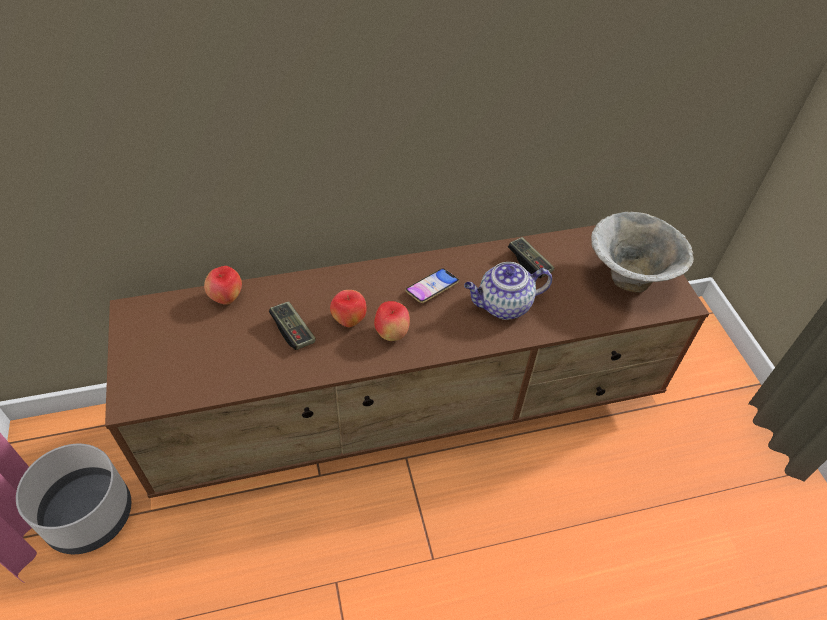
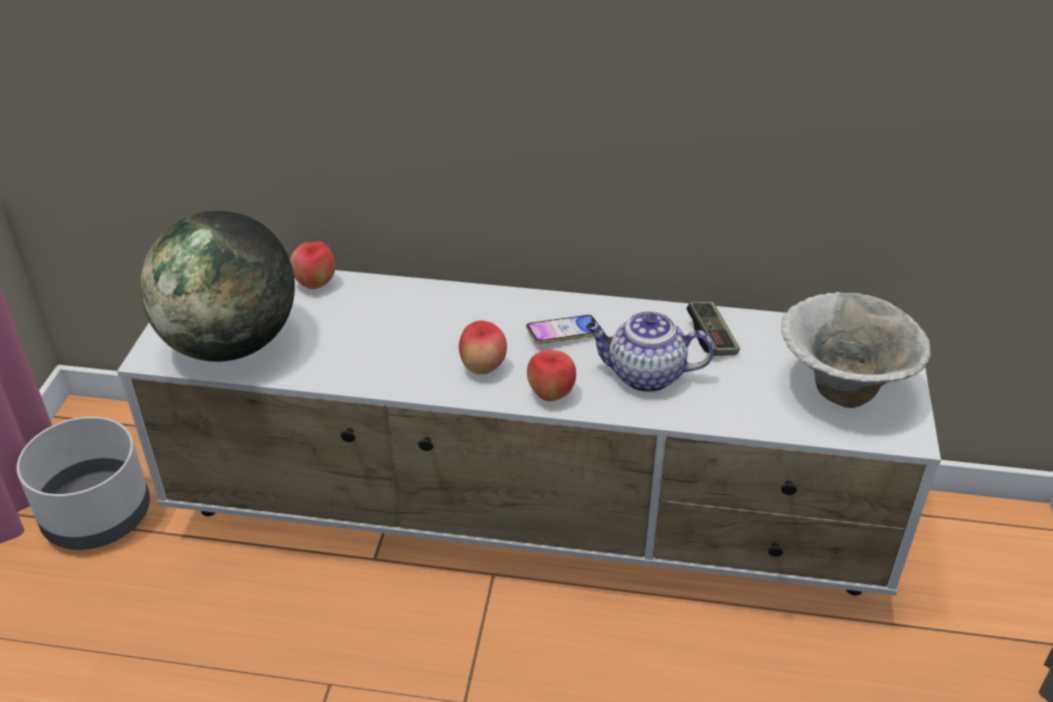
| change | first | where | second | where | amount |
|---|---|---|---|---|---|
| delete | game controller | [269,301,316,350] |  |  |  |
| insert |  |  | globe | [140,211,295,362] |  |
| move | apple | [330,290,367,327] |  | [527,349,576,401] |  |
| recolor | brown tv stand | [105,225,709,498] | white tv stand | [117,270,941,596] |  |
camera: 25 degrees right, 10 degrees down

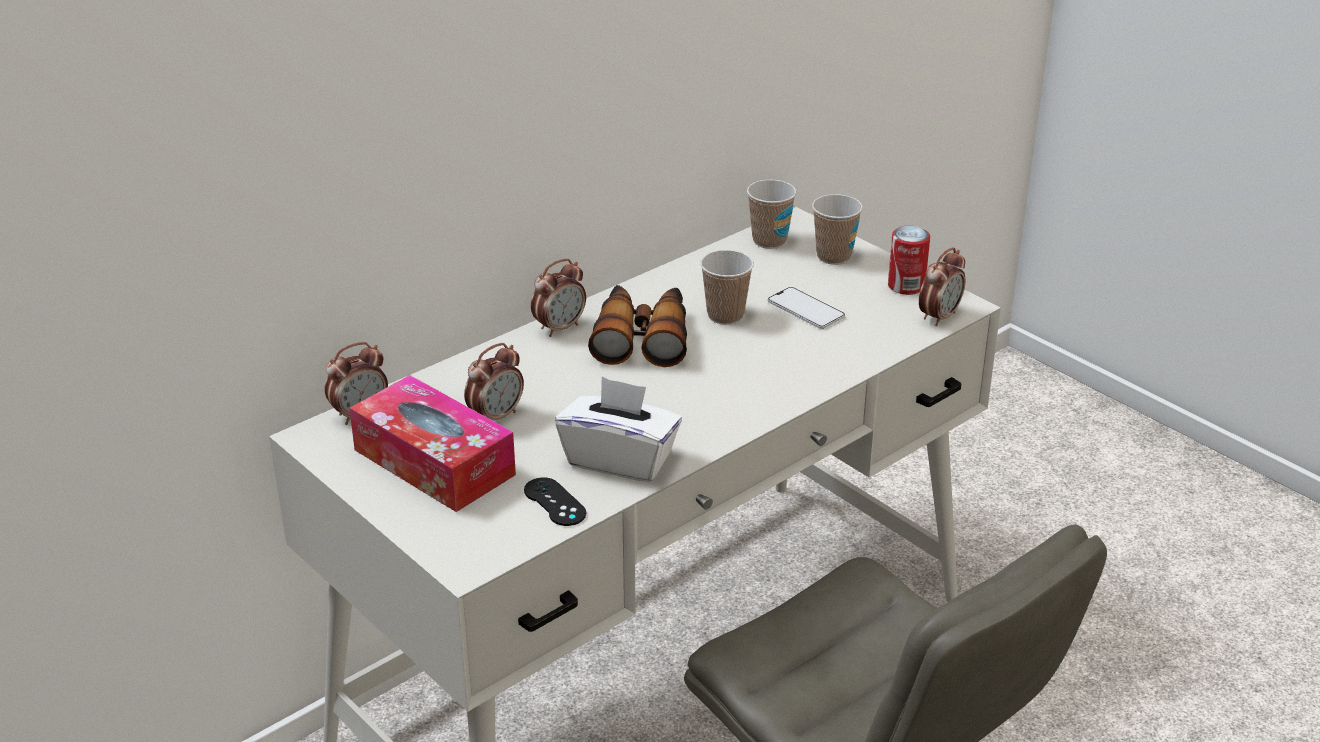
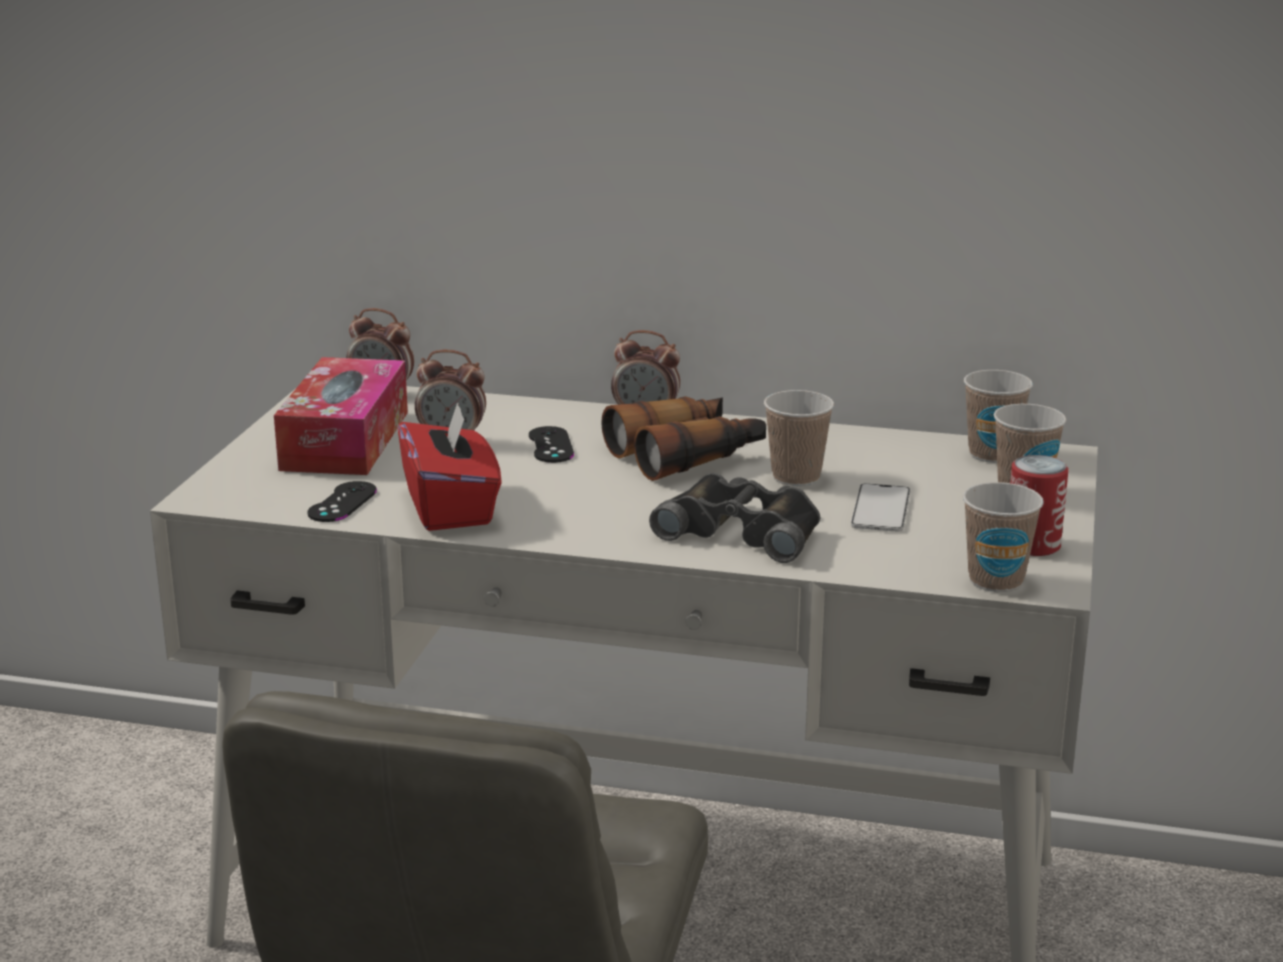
| change | first | where | second | where | amount |
|---|---|---|---|---|---|
| insert |  |  | black game controller | [529,426,574,463] |  |
| insert |  |  | black binoculars | [649,473,820,563] |  |
| replace | alarm clock | [919,247,965,326] | cup | [963,482,1044,592] |  |
| recolor | white tissue box | [555,376,682,482] | red tissue box | [398,400,502,531] |  |
camera: 55 degrees right, 10 degrees down

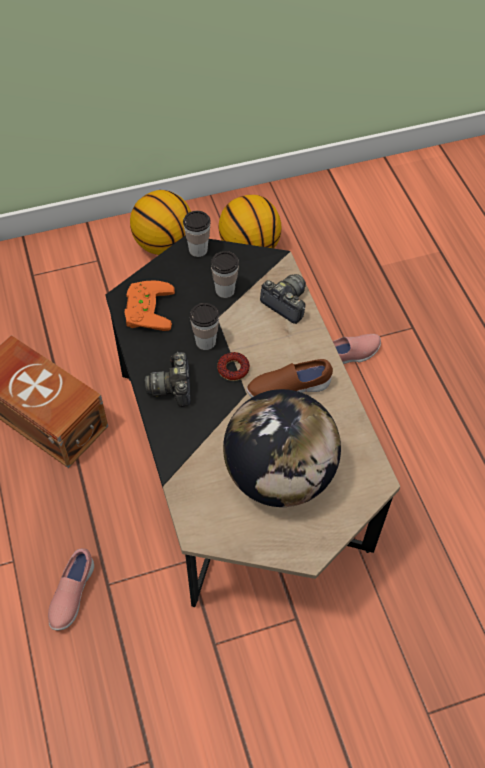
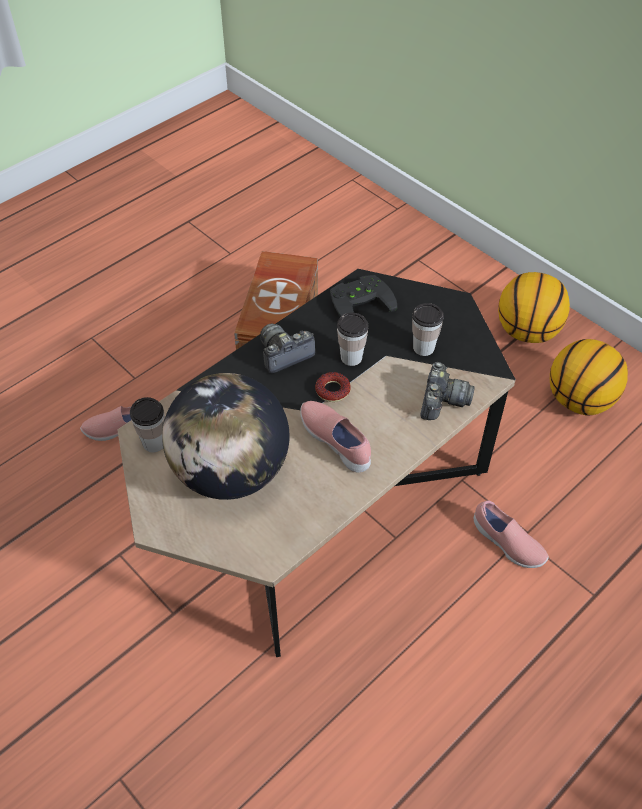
| change | first | where | second | where | amount |
|---|---|---|---|---|---|
| move | cup | [183,211,211,257] |  | [130,397,165,452] |  |
| recolor | orange game controller | [125,280,175,331] | black game controller | [330,275,397,317] |  |
| recolor | brown shoe | [246,359,333,398] | pink shoe | [300,401,371,473] |  |
camera: 65 degrees right, 5 degrees down

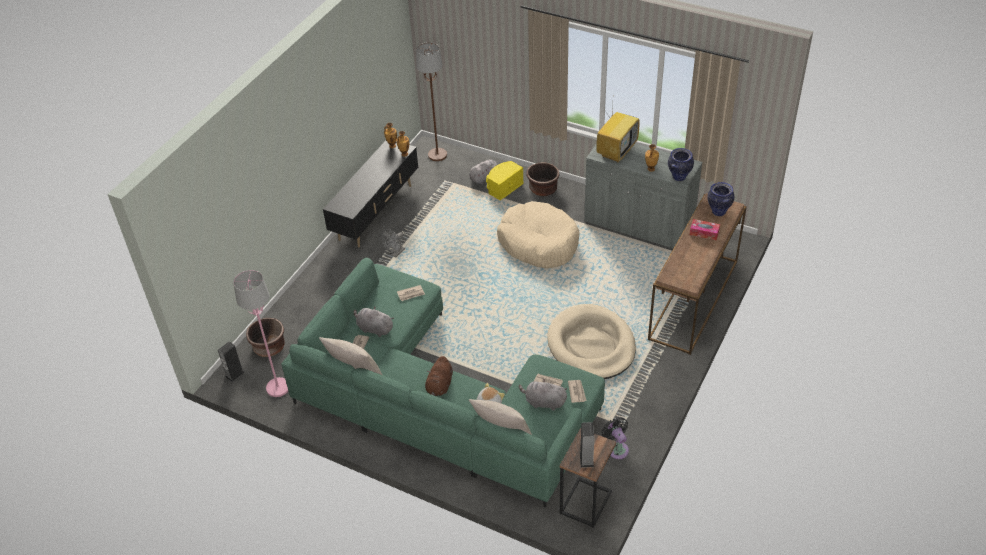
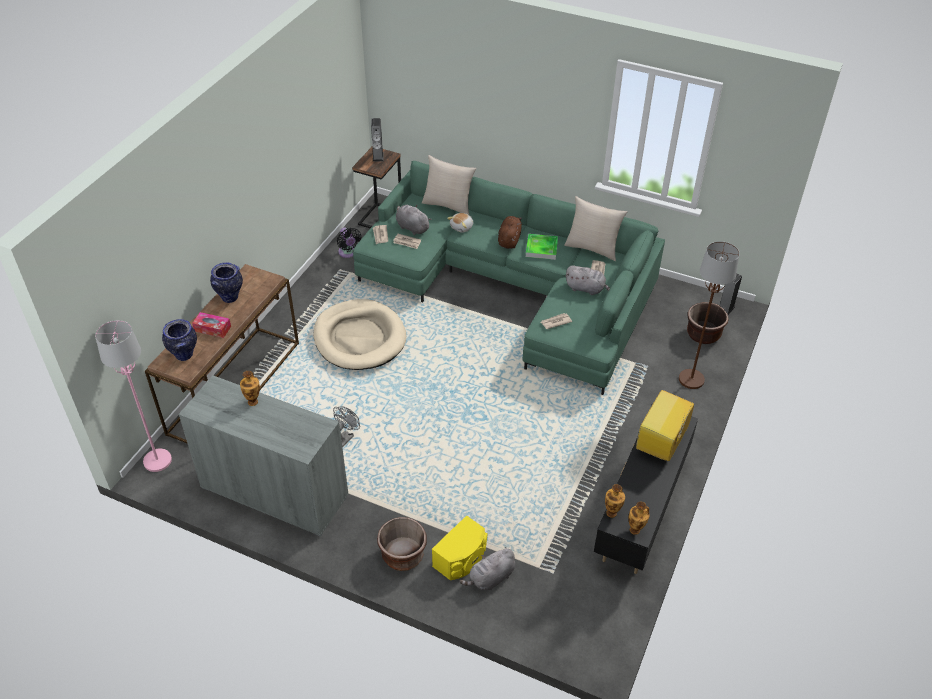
| change | first | where | second | where | amount |
|---|---|---|---|---|---|
| delete | beige dog bed | [497,201,580,268] |  |  |  |
| insert |  |  | tray | [526,234,558,260] |  |
| move | pink floor lamp | [233,270,288,397] |  | [95,320,172,472] |  |
| move | grey fan | [381,229,405,257] |  | [333,406,360,448] |  |
| move | brown floor lamp | [416,42,447,161] |  | [679,241,739,389] |  |
| move | television | [596,105,640,162] |  | [636,390,694,461] |  |
| move | vase | [668,148,694,181] |  | [210,263,243,303] |  |
| rotate | grey plush toy | [519,379,567,411] |  | [396,205,431,235] | 150 degrees counterclockwise |
camera: 175 degrees right, 0 degrees up

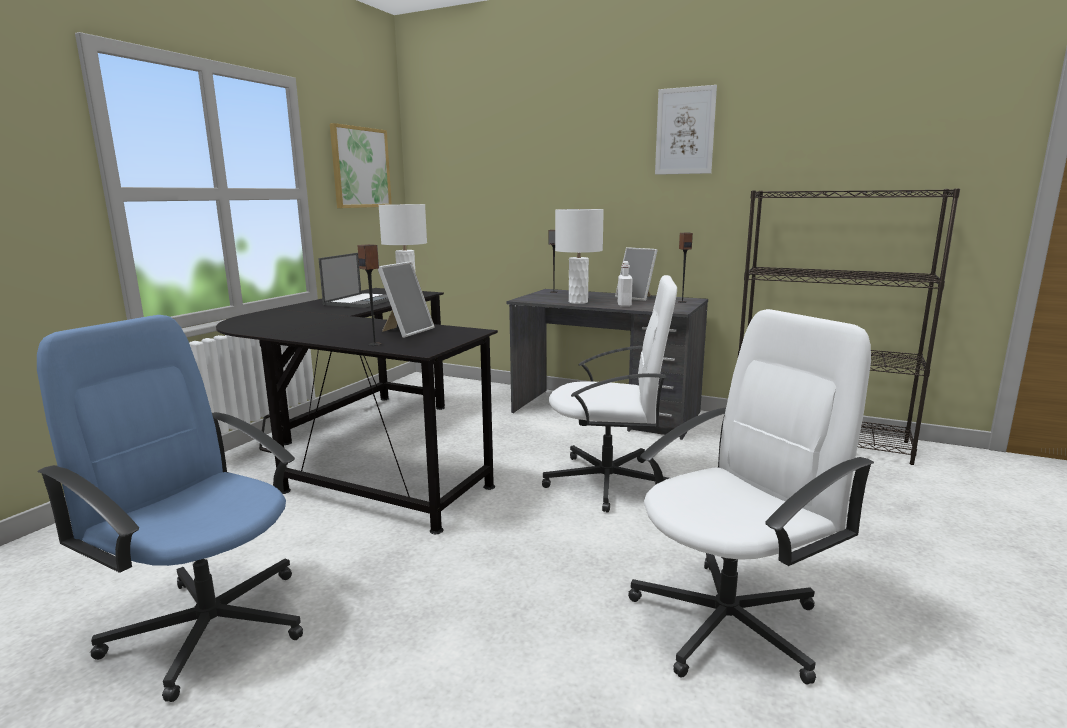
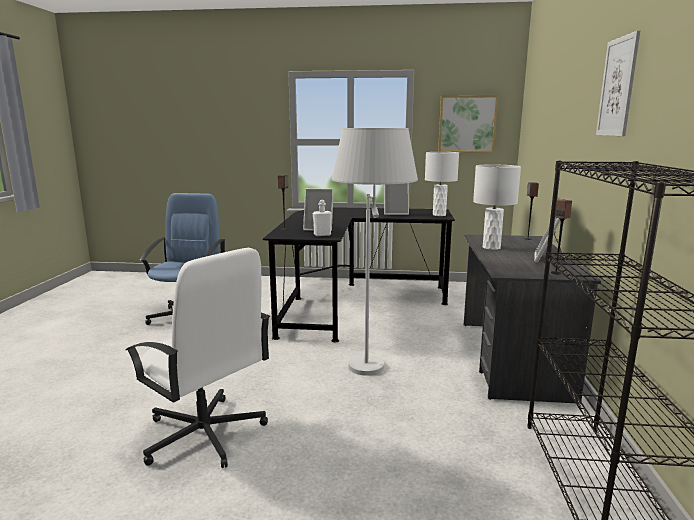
| change | first | where | second | where | amount |
|---|---|---|---|---|---|
| move | white bottle | [618,261,633,306] |  | [313,200,332,236] |  |
| replace | laptop | [318,253,389,308] | picture frame | [384,183,409,215] |  |
| replace | white office chair | [542,275,677,513] | white floor lamp | [332,128,418,376] |  |
camera: 70 degrees right, 0 degrees up

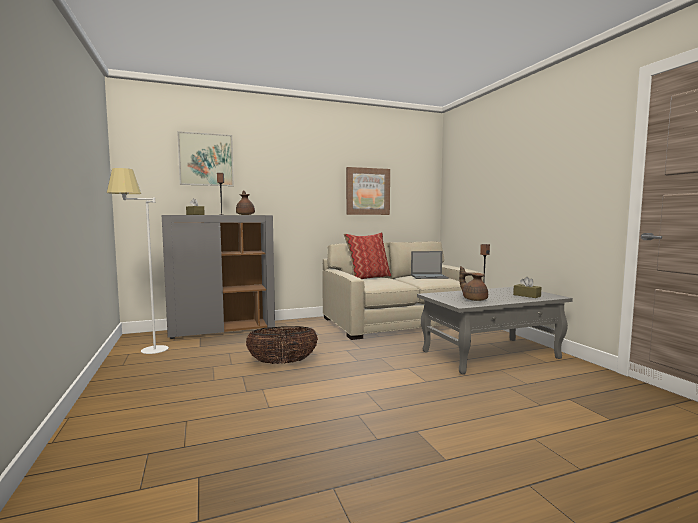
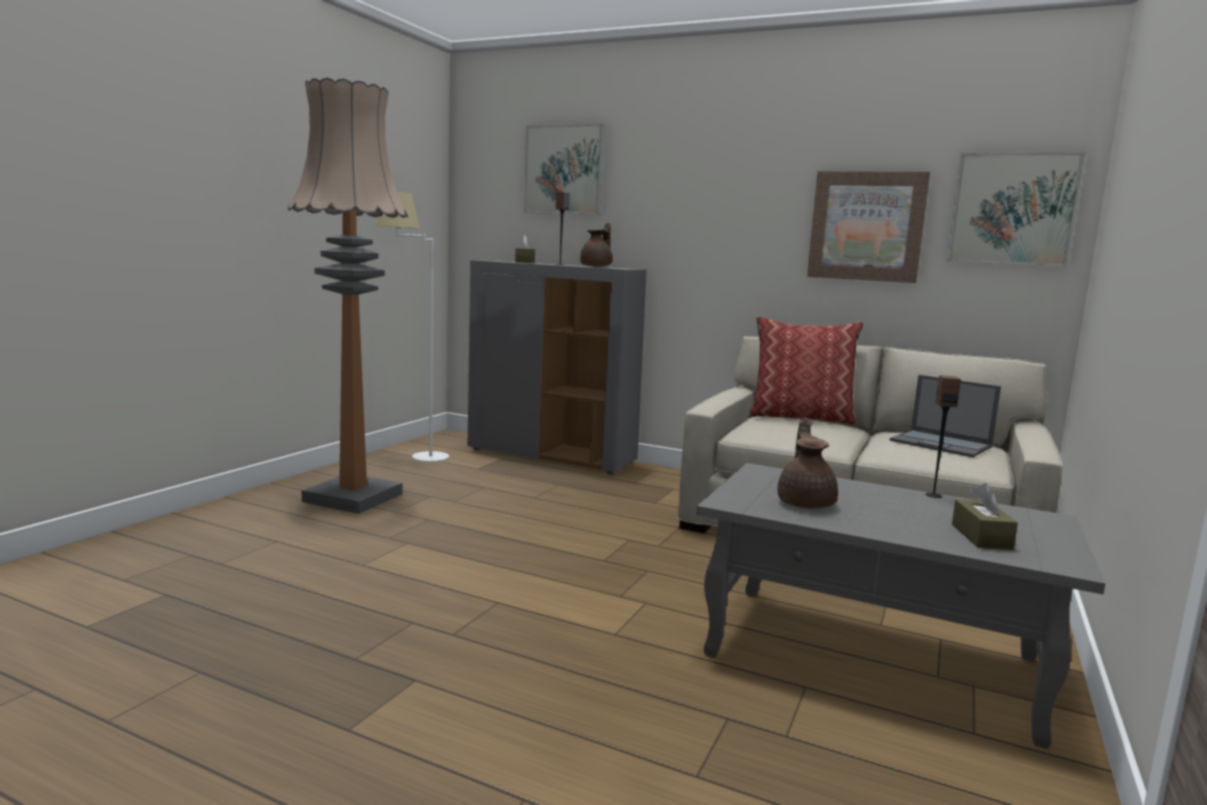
| change | first | where | second | where | amount |
|---|---|---|---|---|---|
| delete | basket | [246,326,318,364] |  |  |  |
| insert |  |  | floor lamp | [288,78,408,514] |  |
| insert |  |  | picture | [947,152,1086,267] |  |
camera: 45 degrees right, 5 degrees up

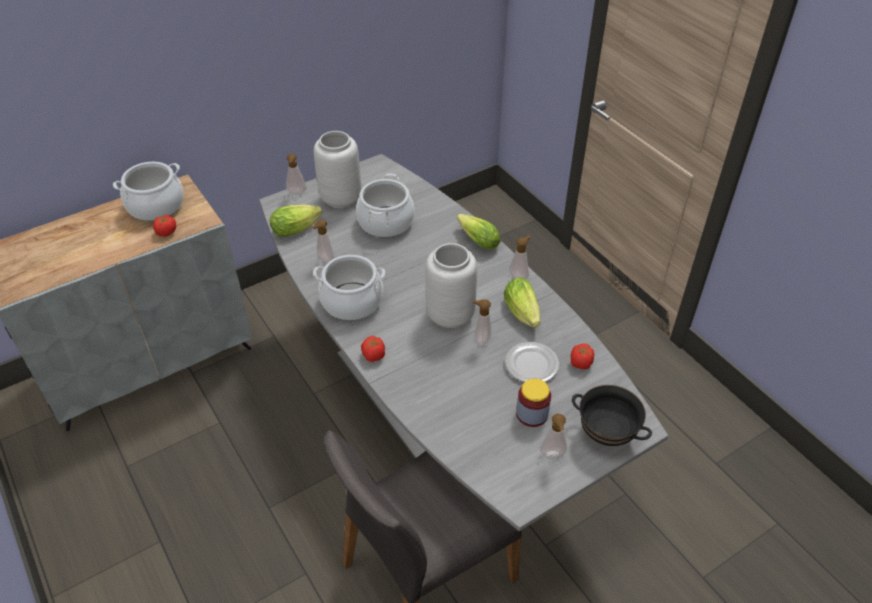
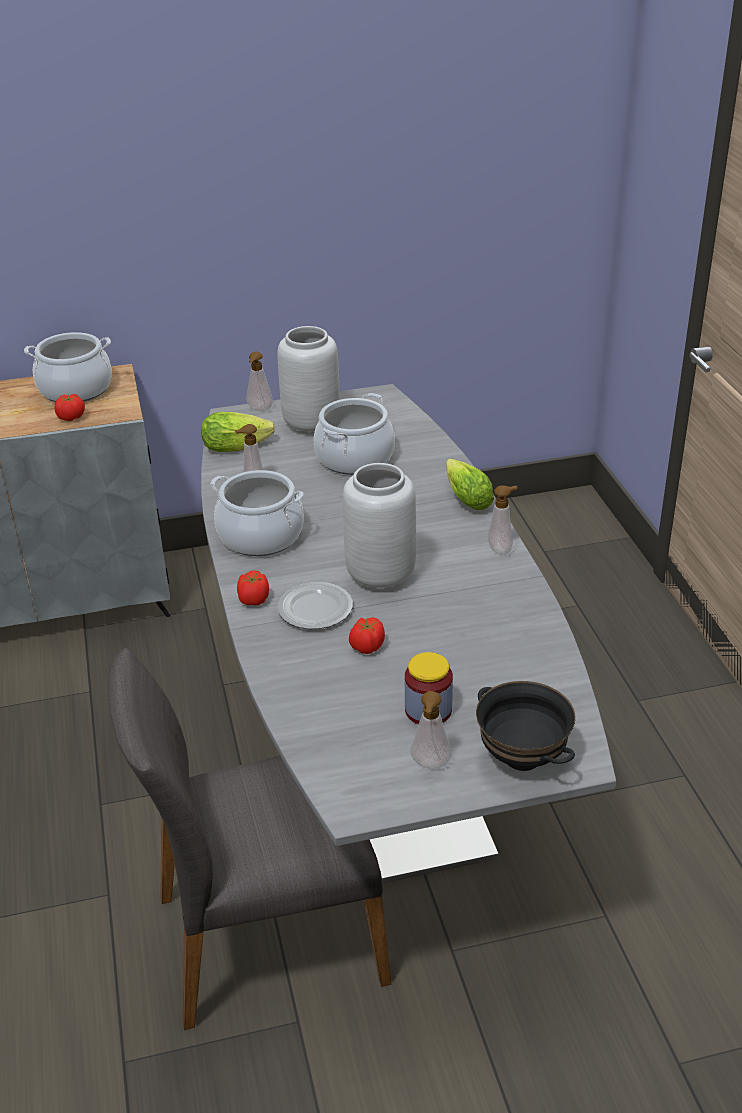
| change | first | where | second | where | amount |
|---|---|---|---|---|---|
| delete | soap dispenser | [473,300,492,345] |  |  |  |
| delete | lettuce | [504,277,540,328] |  |  |  |
| move | plate | [505,342,559,382] |  | [277,582,353,629] |  |
| move | tomato | [570,344,594,369] |  | [349,617,385,654] |  |
camera: 20 degrees right, 10 degrees down

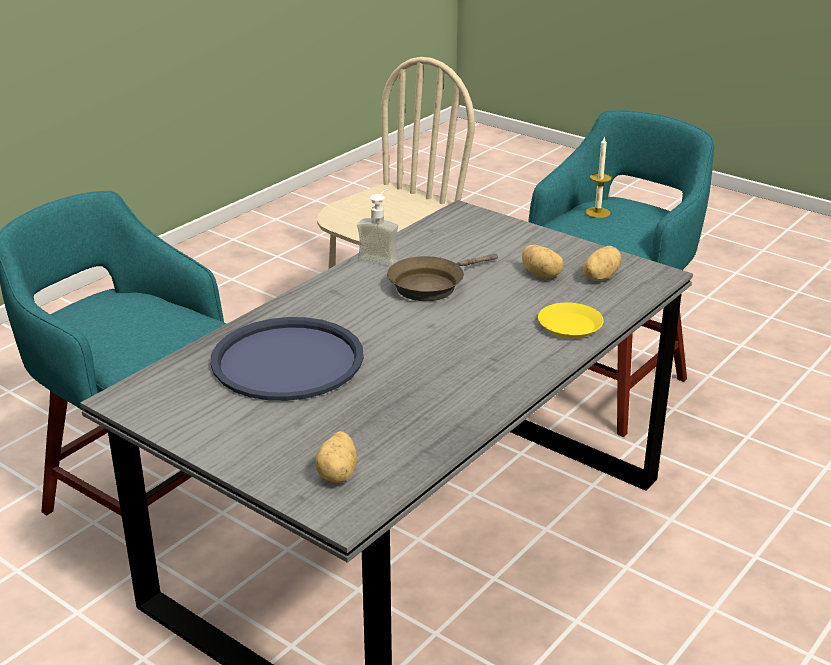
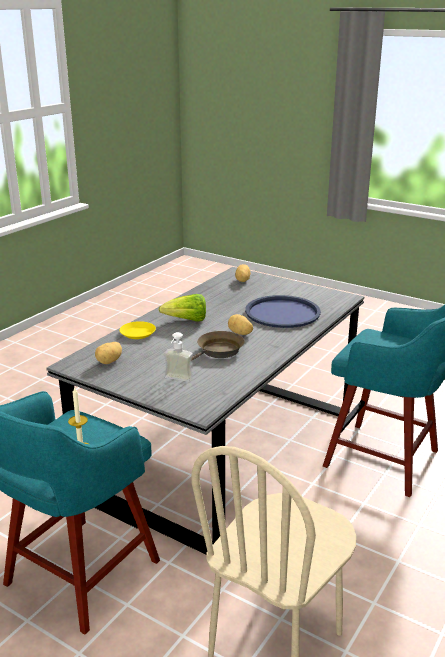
| change | first | where | second | where | amount |
|---|---|---|---|---|---|
| insert |  |  | lettuce | [158,294,206,322] |  |
| move | soap dispenser | [357,189,399,266] |  | [164,332,193,382] |  |
| move | potato | [522,245,564,278] |  | [228,314,253,335] |  |
camera: 175 degrees right, 5 degrees down

